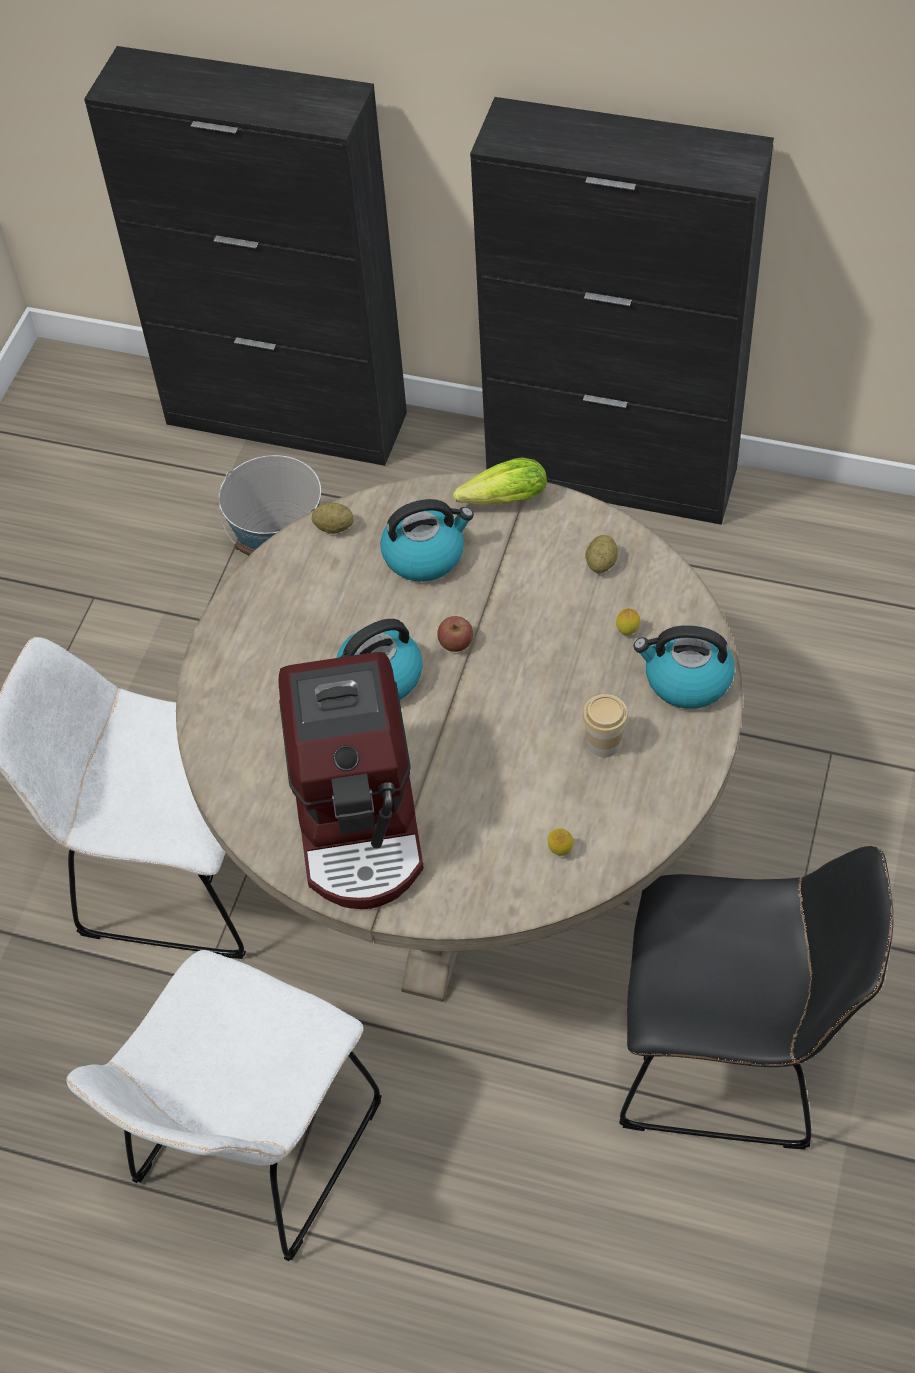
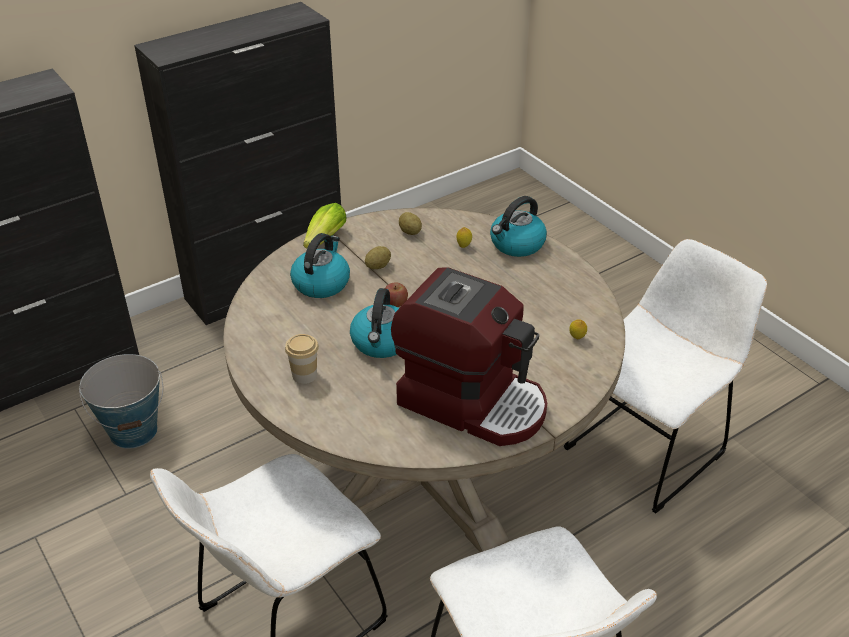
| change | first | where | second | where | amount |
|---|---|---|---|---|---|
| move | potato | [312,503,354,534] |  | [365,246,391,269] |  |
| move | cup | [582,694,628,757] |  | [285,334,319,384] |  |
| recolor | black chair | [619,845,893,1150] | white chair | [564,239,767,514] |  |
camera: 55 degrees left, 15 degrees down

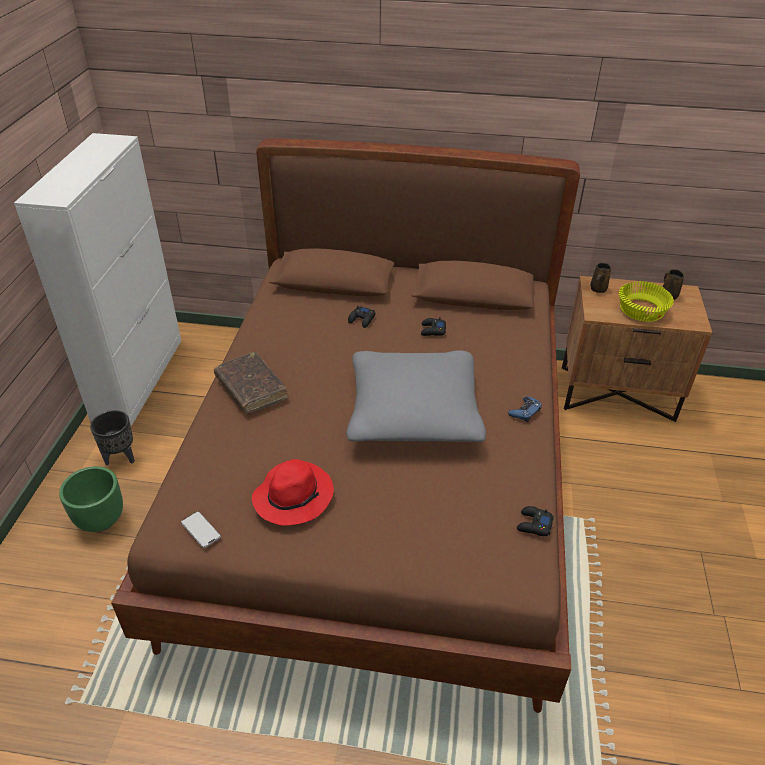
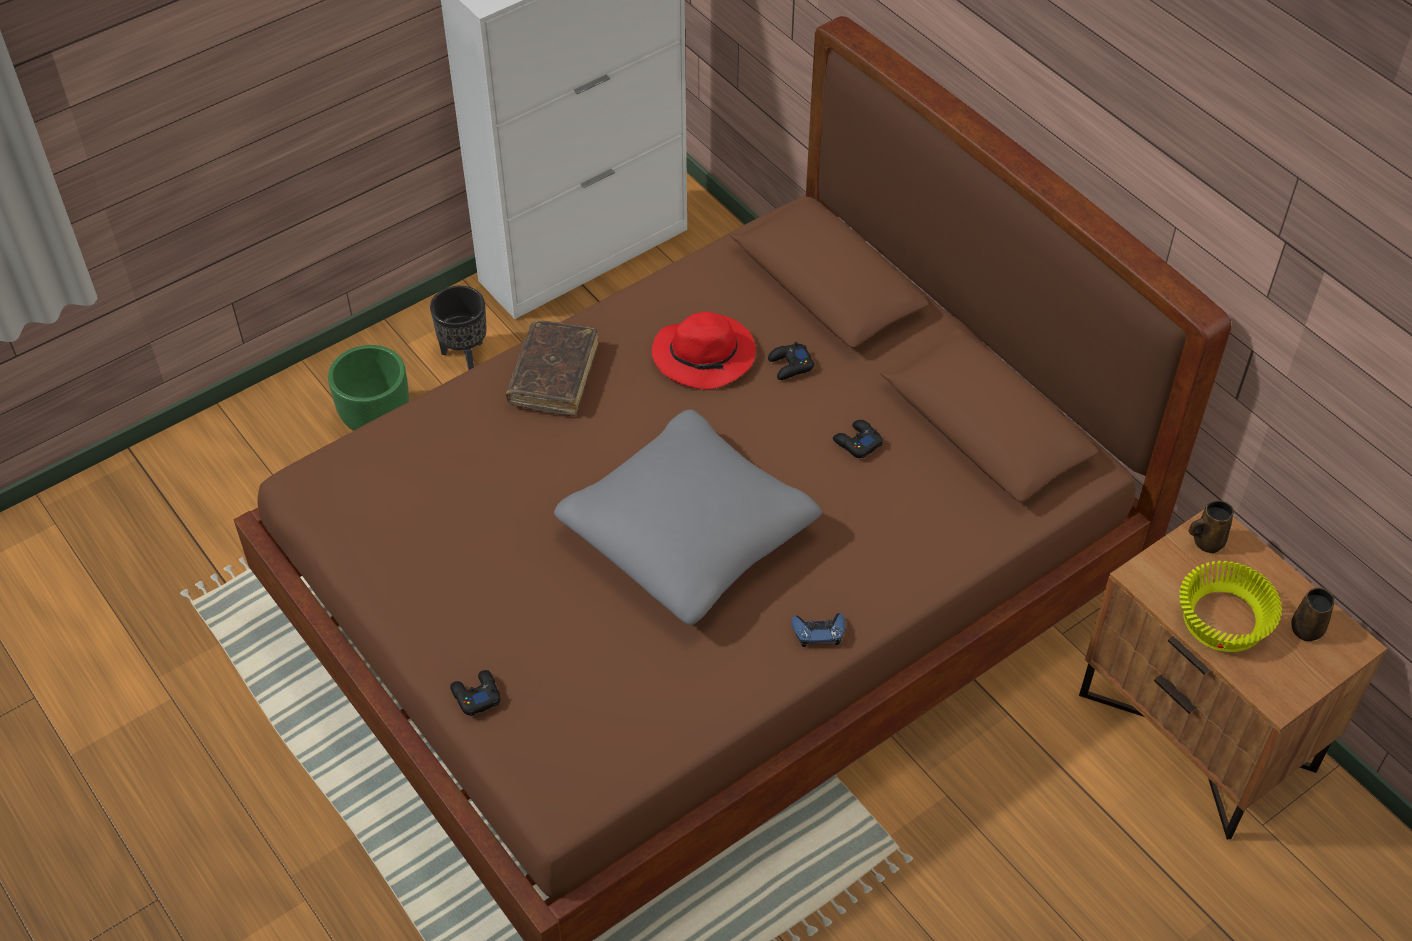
| change | first | where | second | where | amount |
|---|---|---|---|---|---|
| delete | phone | [181,511,221,548] |  |  |  |
| move | red hat | [252,459,334,526] |  | [652,312,756,389] |  |
| move | black game controller | [517,506,554,536] |  | [450,670,501,716] |  |
camera: 45 degrees right, 10 degrees up

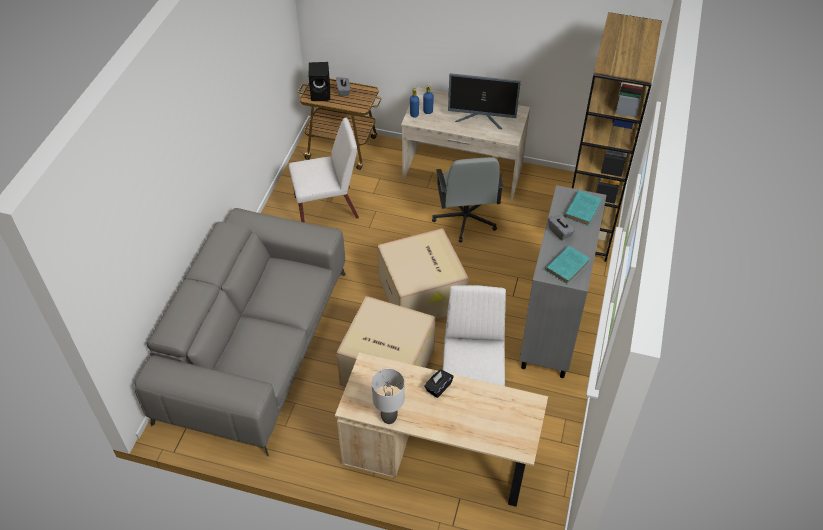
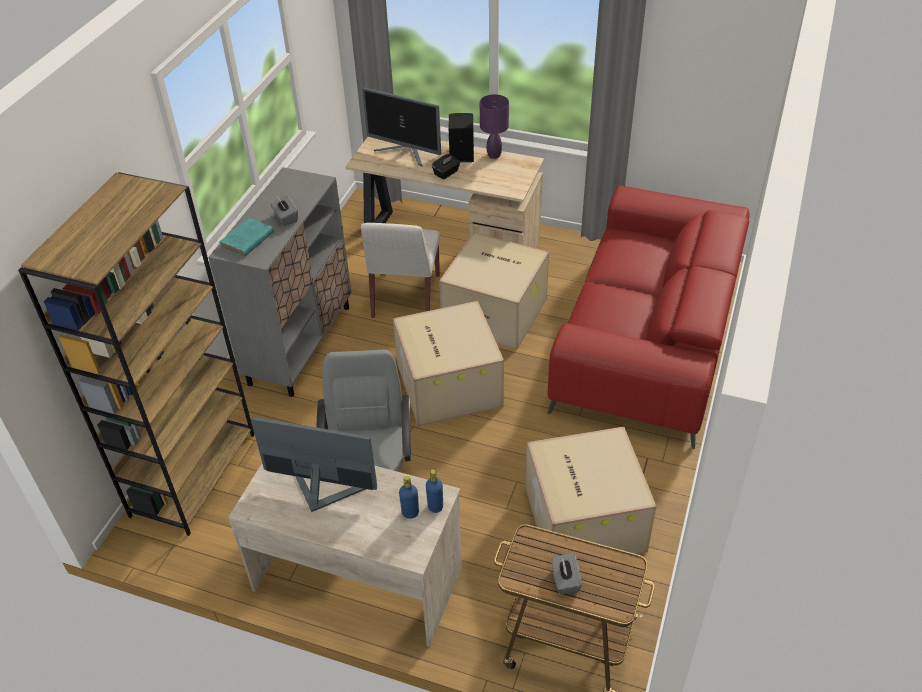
| change | first | where | second | where | amount |
|---|---|---|---|---|---|
| delete | turquoise book | [545,246,590,285] |  |  |  |
| insert |  |  | monitor | [362,87,441,167] |  |
| move | black speaker | [308,62,330,101] |  | [449,113,474,162] |  |
| replace | white chair | [289,118,359,223] | cardboard box | [525,427,657,556] |  |
| recolor | grey sofa | [134,208,346,456] | red sofa | [548,185,750,449] |  |
| recolor | grey table lamp | [372,369,405,424] | purple table lamp | [480,94,509,159] |  |
camera: 175 degrees left, 5 degrees down

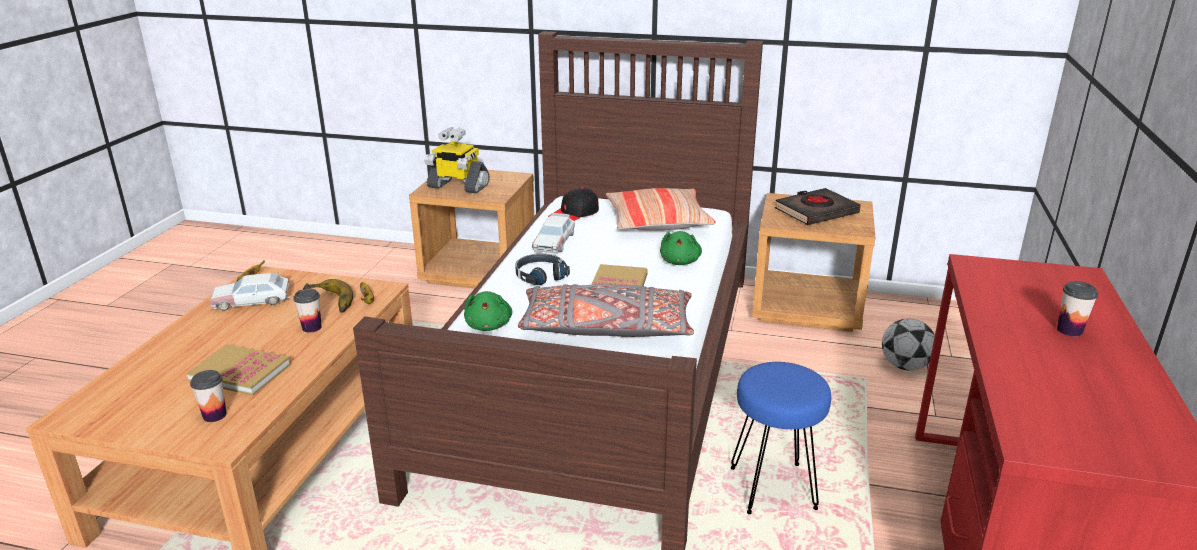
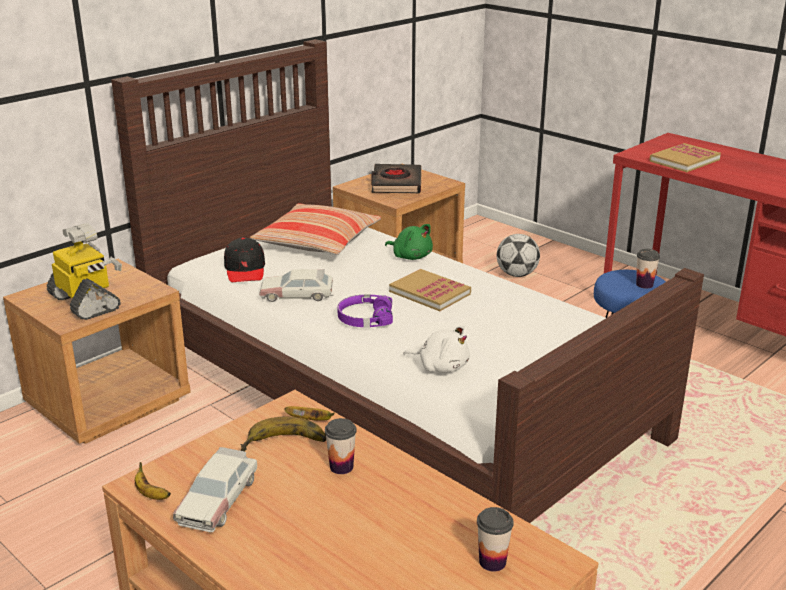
| change | first | where | second | where | amount |
|---|---|---|---|---|---|
| delete | grey pillow | [518,284,694,337] |  |  |  |
| move | book | [187,344,291,396] |  | [649,143,721,172] |  |
| move | cup | [1057,281,1098,337] |  | [636,249,660,288] |  |
| recolor | green plush toy | [464,291,512,331] | white plush toy | [403,325,470,373] |  |
| recolor | black headphones | [515,254,570,286] | purple headphones | [337,295,393,327] |  |
| rotate | toy robot | [424,127,489,193] |  | [47,223,122,320] | 90 degrees counterclockwise |
| rotate | toy car | [532,213,575,254] |  | [259,269,334,302] | 135 degrees clockwise |
camera: 60 degrees left, 0 degrees up

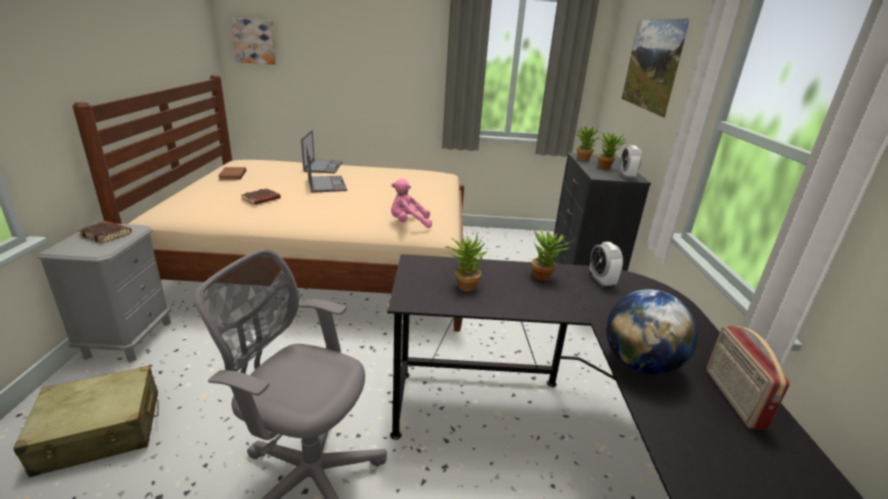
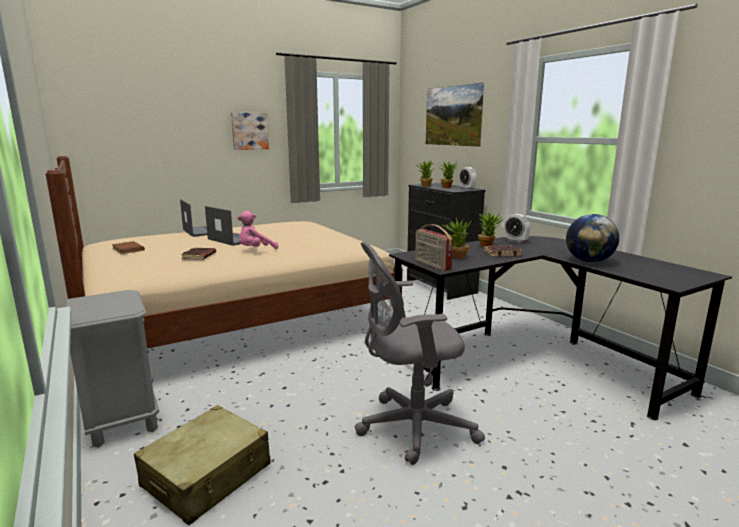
| change | first | where | second | where | amount |
|---|---|---|---|---|---|
| move | brown book | [78,221,132,243] |  | [484,245,522,257] |  |
| move | picture | [230,18,277,65] |  | [231,112,269,150] |  |
| move | pink plush toy | [391,179,432,228] |  | [237,211,279,249] |  |
| move | radio | [706,326,790,430] |  | [415,224,453,271] |  |
camera: 30 degrees left, 10 degrees down

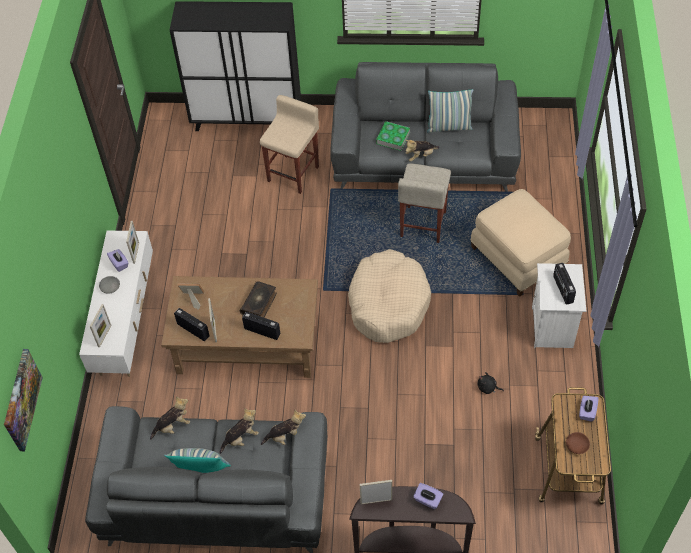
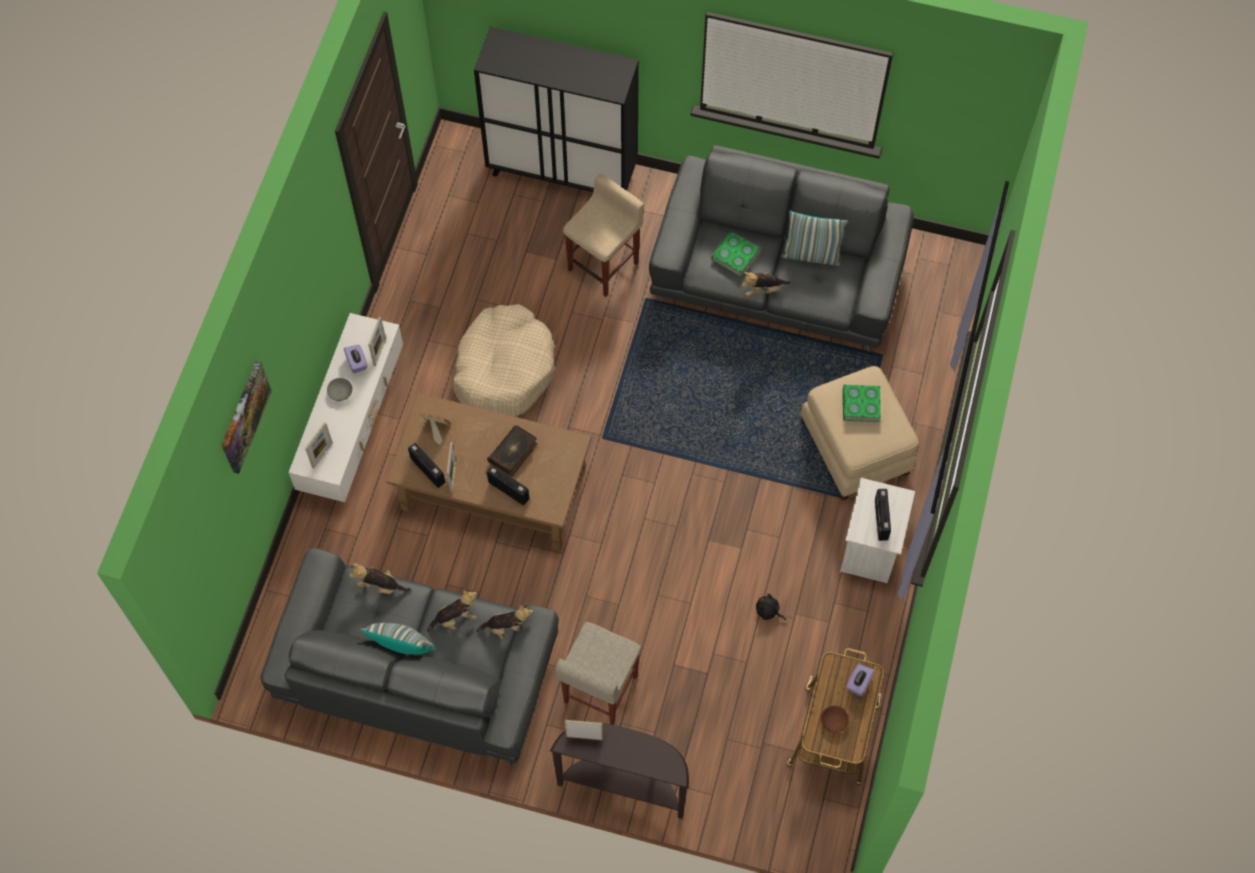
| change | first | where | second | where | amount |
|---|---|---|---|---|---|
| delete | purple tissue box | [413,483,443,509] |  |  |  |
| insert |  |  | book | [843,385,881,422] |  |
| move | picture | [4,349,43,451] |  | [222,361,272,474] |  |
| move | beige dog bed | [348,249,431,343] |  | [452,304,555,417] |  |
| move | beige stool | [398,164,451,243] |  | [556,622,641,725] |  |
| rotate | plush toy | [150,397,190,440] |  | [349,563,411,594] | 150 degrees counterclockwise |
camera: 10 degrees right, 10 degrees up

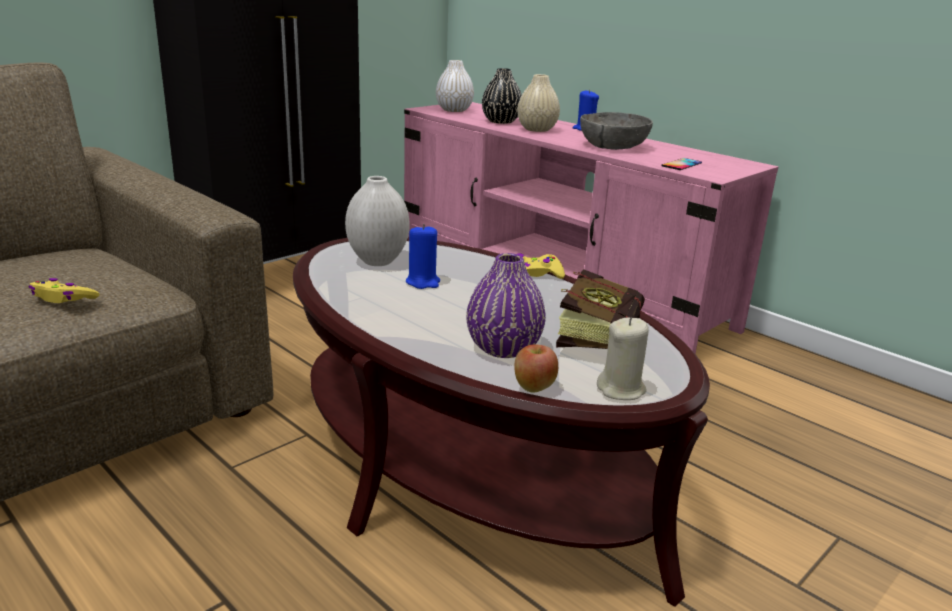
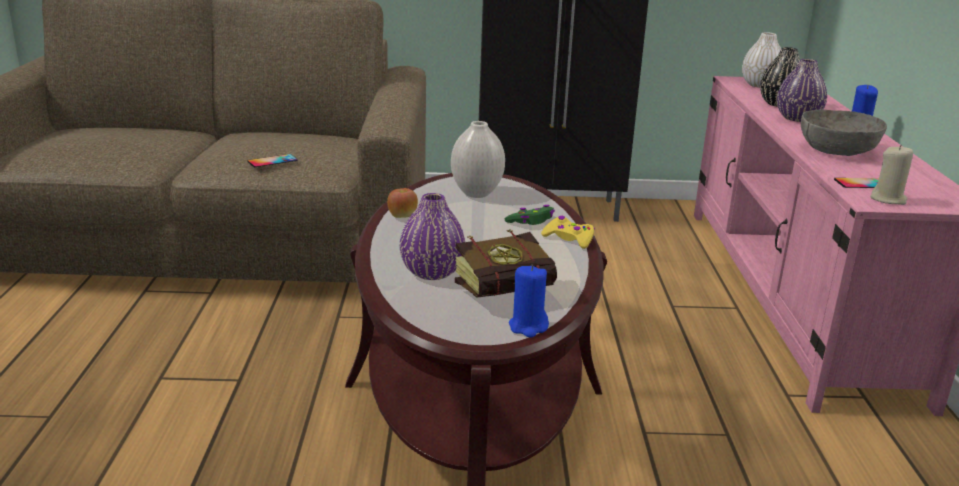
| change | first | where | second | where | amount |
|---|---|---|---|---|---|
| insert |  |  | green game controller | [505,205,555,225] |  |
| move | blue candle | [406,224,440,289] |  | [509,265,549,338] |  |
| move | apple | [514,345,558,392] |  | [387,188,418,218] |  |
| move | beige candle | [597,318,649,400] |  | [870,145,913,205] |  |
| replace | yellow game controller | [29,278,100,303] | phone | [247,154,298,167] |  |
| recolor | beige vase | [517,74,560,132] | purple vase | [777,59,827,122] |  |
camera: 45 degrees right, 0 degrees up

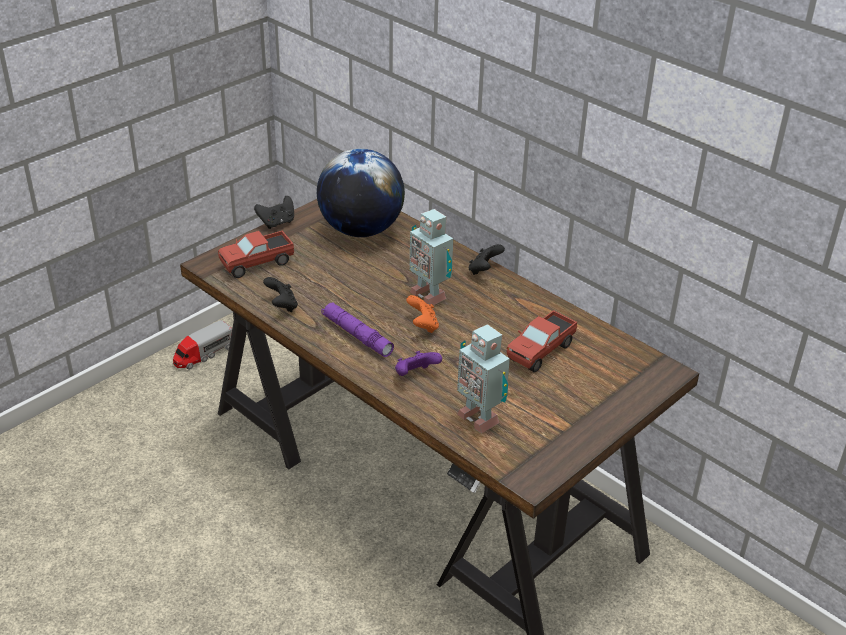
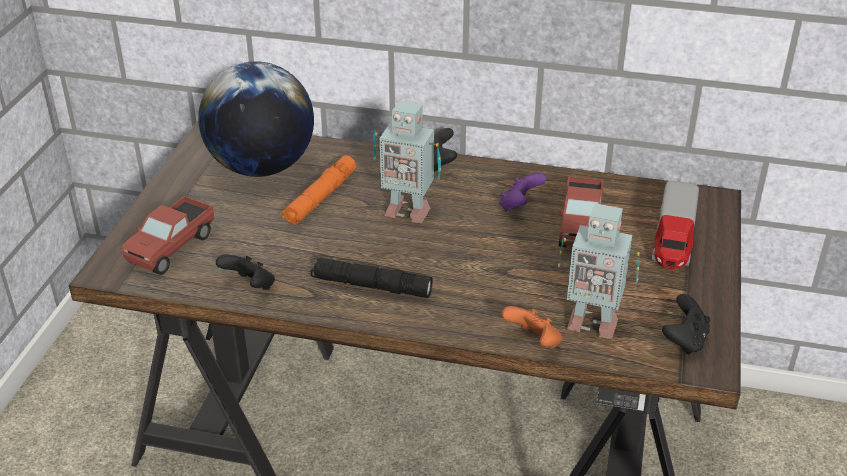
| change | first | where | second | where | amount |
|---|---|---|---|---|---|
| insert |  |  | orange flashlight | [281,156,356,224] |  |
| move | toy truck | [173,320,232,370] |  | [652,180,699,270] |  |
| move | black game controller | [254,196,294,229] |  | [662,294,710,355] |  |
| move | purple game controller | [395,351,442,376] |  | [499,172,547,211] |  |
| move | orange game controller | [406,295,439,333] |  | [501,306,562,348] |  |
| recolor | purple flashlight | [321,303,394,357] | black flashlight | [311,257,433,298] |  |
camera: 30 degrees left, 0 degrees up

